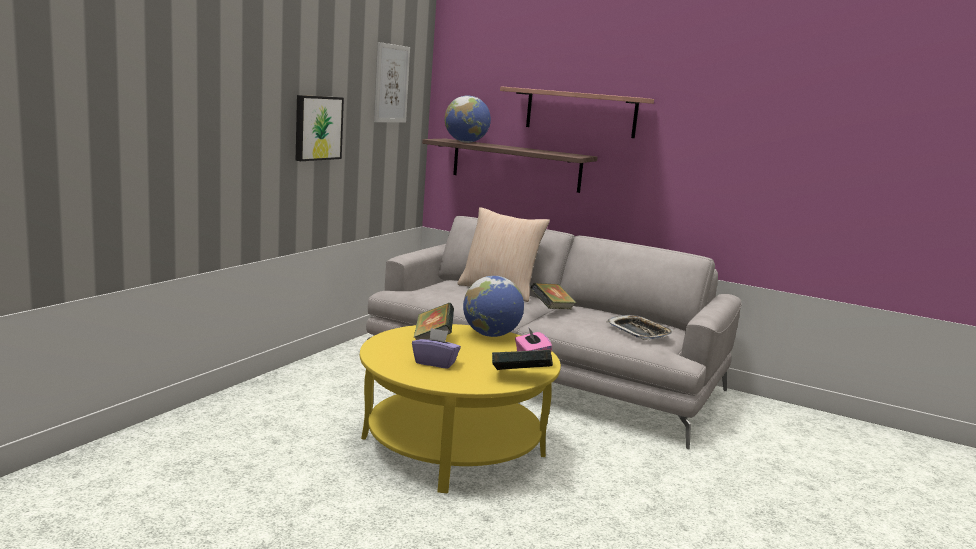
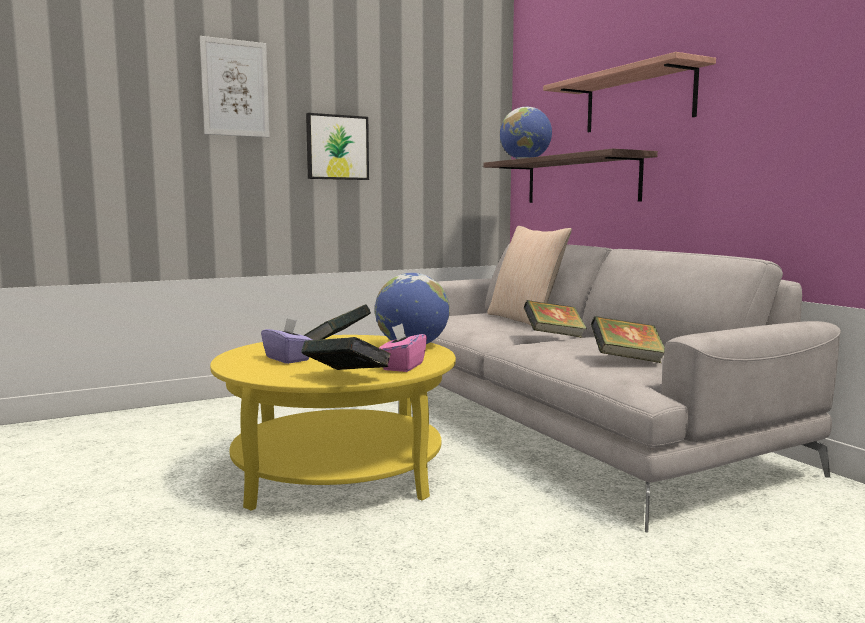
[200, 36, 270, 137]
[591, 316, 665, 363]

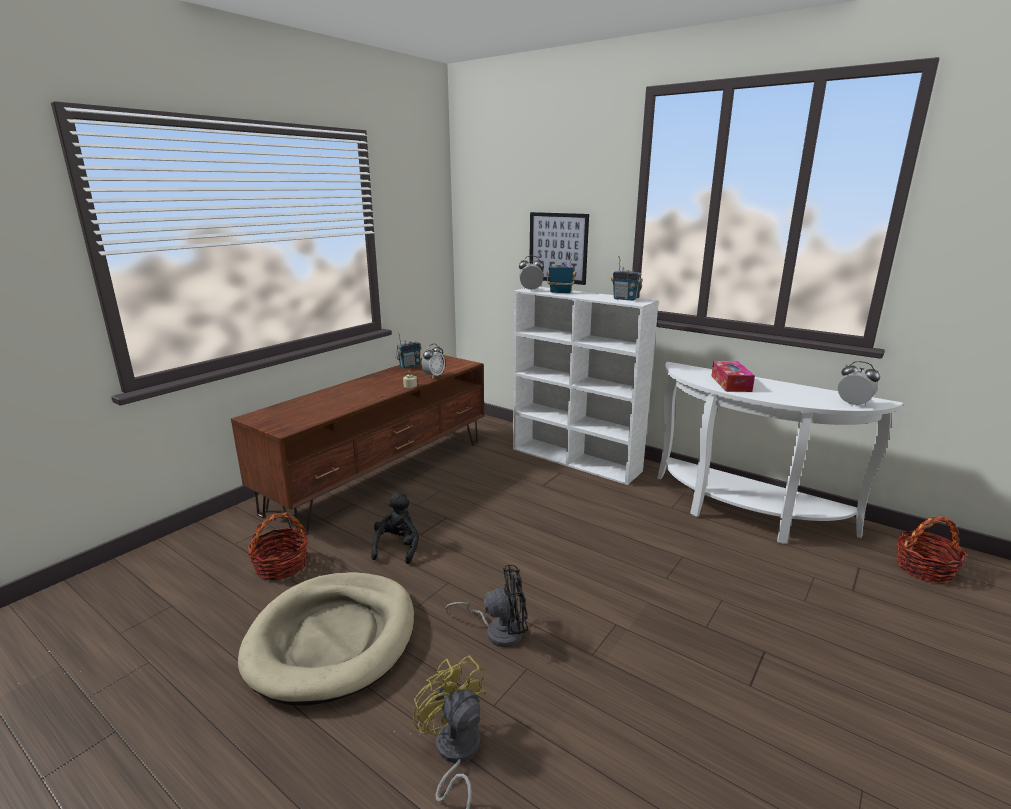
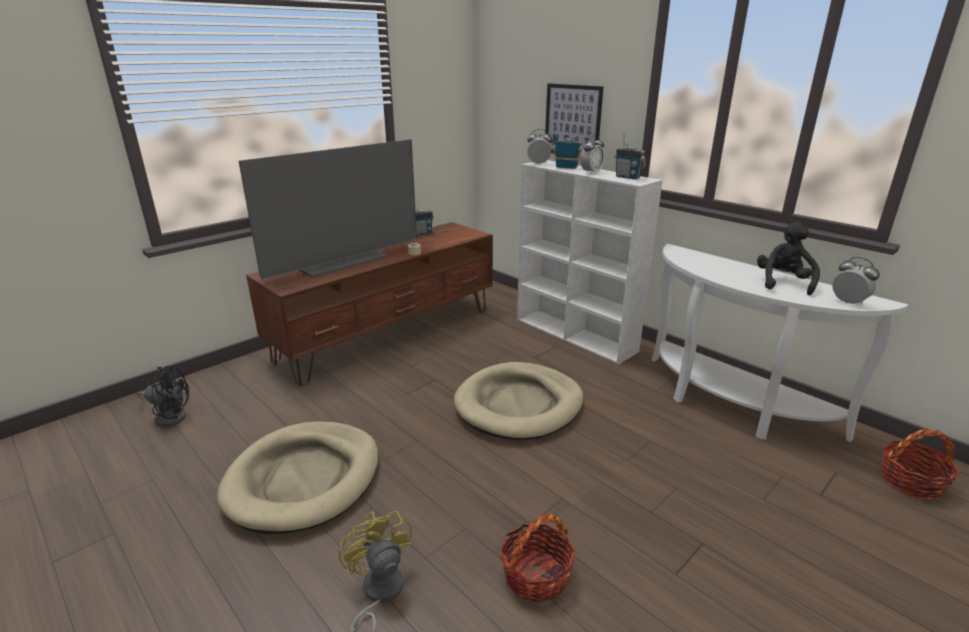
[711, 361, 755, 392] (first image)
[239, 139, 417, 280]
[454, 362, 583, 440]
[499, 513, 576, 603]
[757, 222, 820, 295]
[580, 135, 605, 174]
[137, 366, 189, 427]

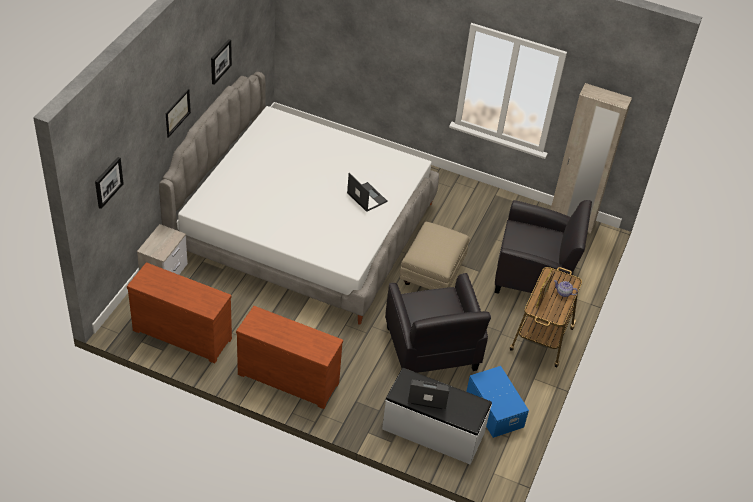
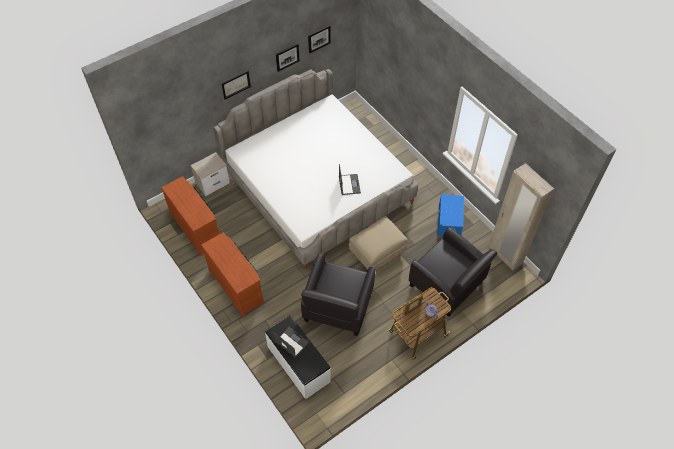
[308, 25, 331, 53]
[438, 194, 464, 236]

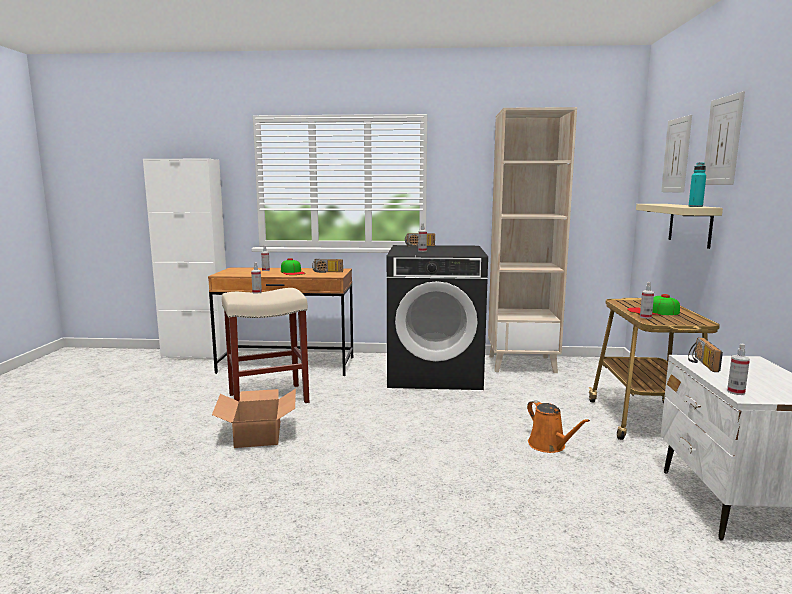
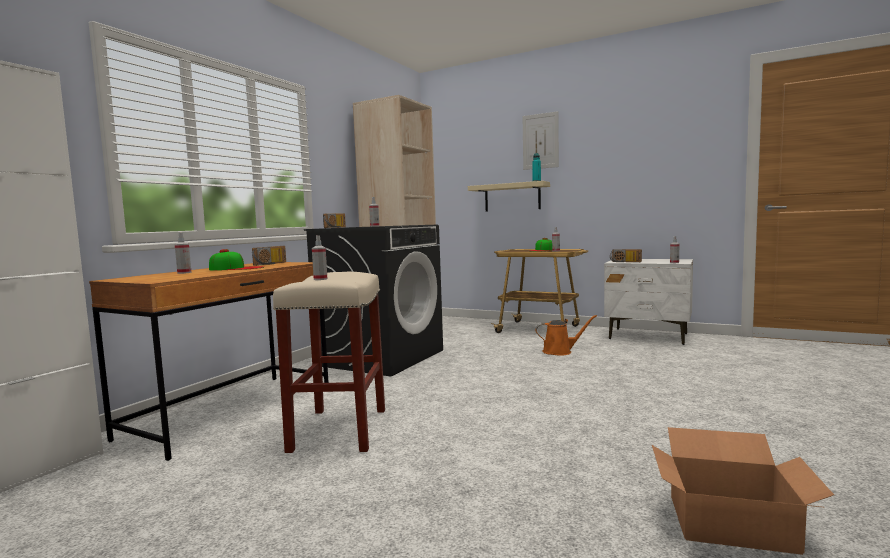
[661, 115, 692, 193] (first image)
[652, 427, 834, 555]

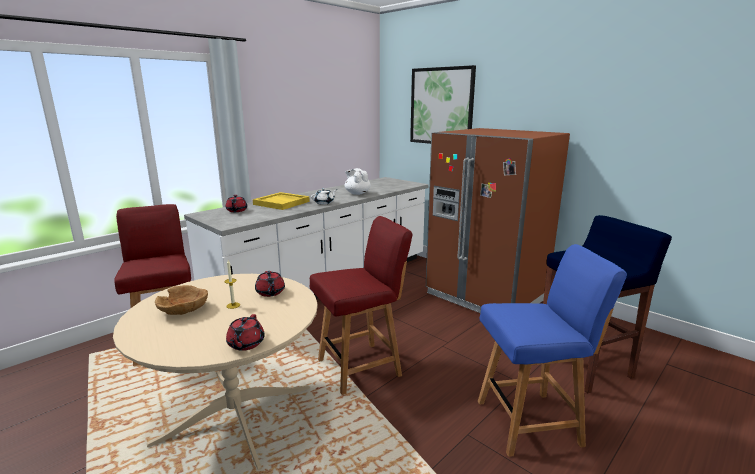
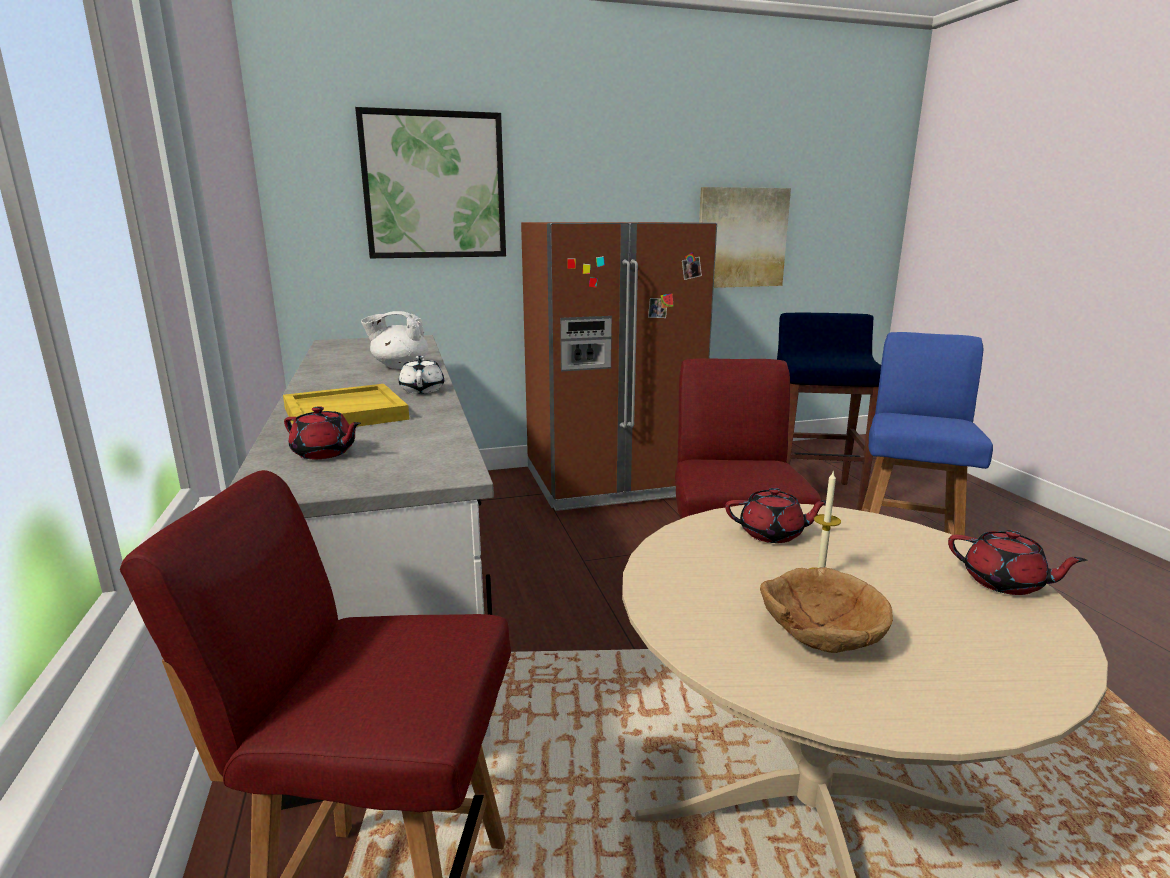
[699, 187, 791, 288]

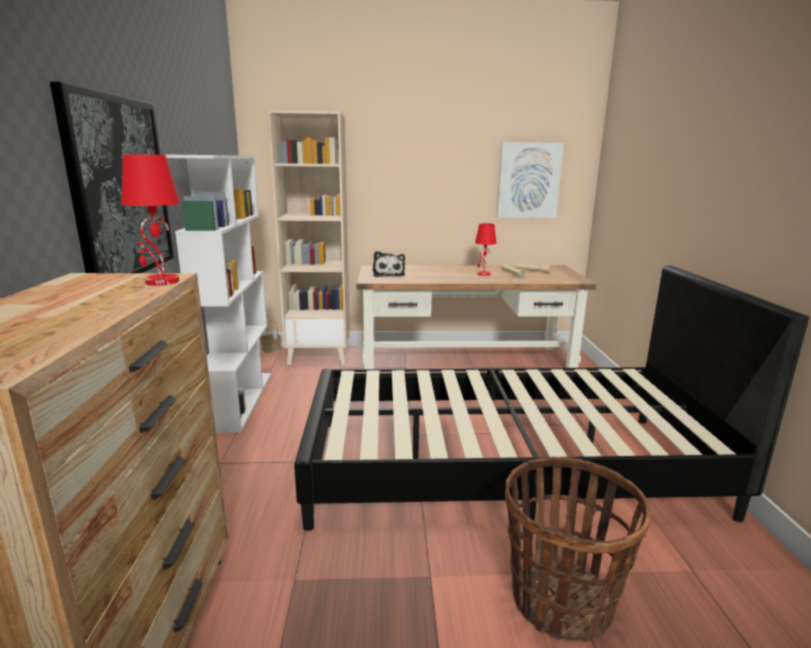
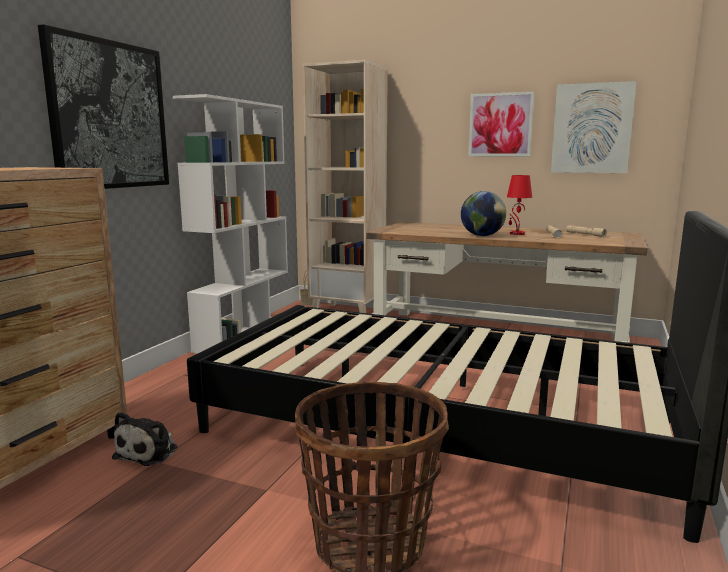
[121, 154, 180, 286] (first image)
[461, 191, 506, 236]
[468, 92, 534, 156]
[112, 412, 178, 466]

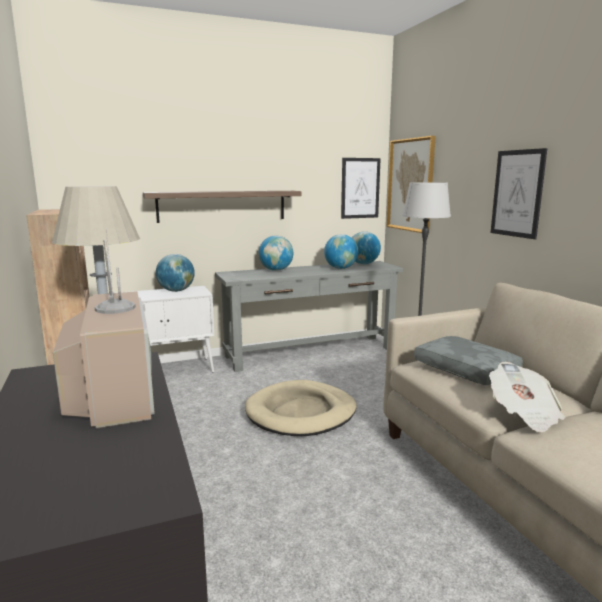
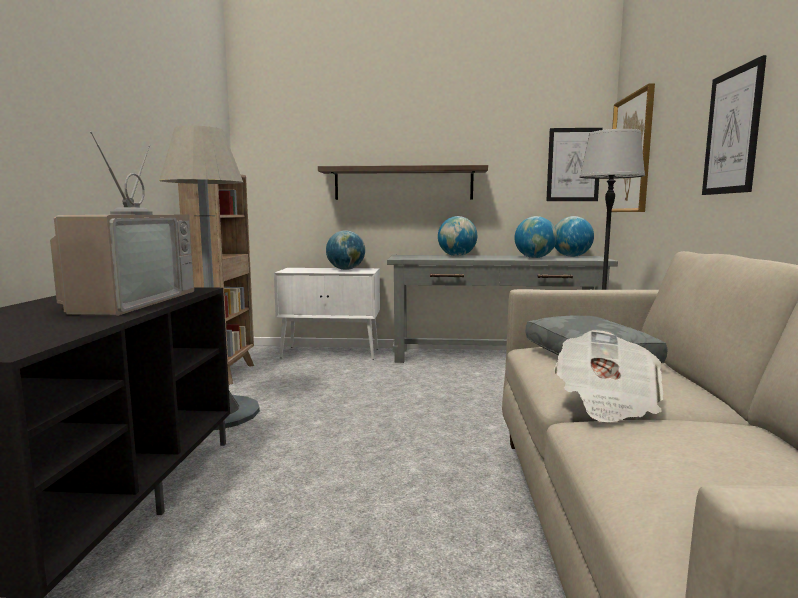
[245, 380, 357, 436] (first image)

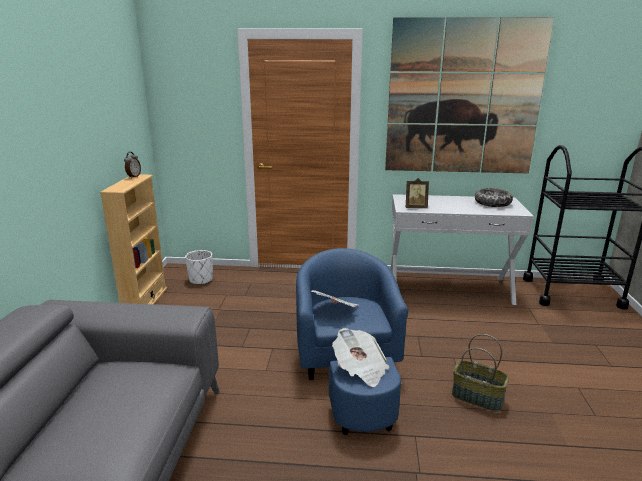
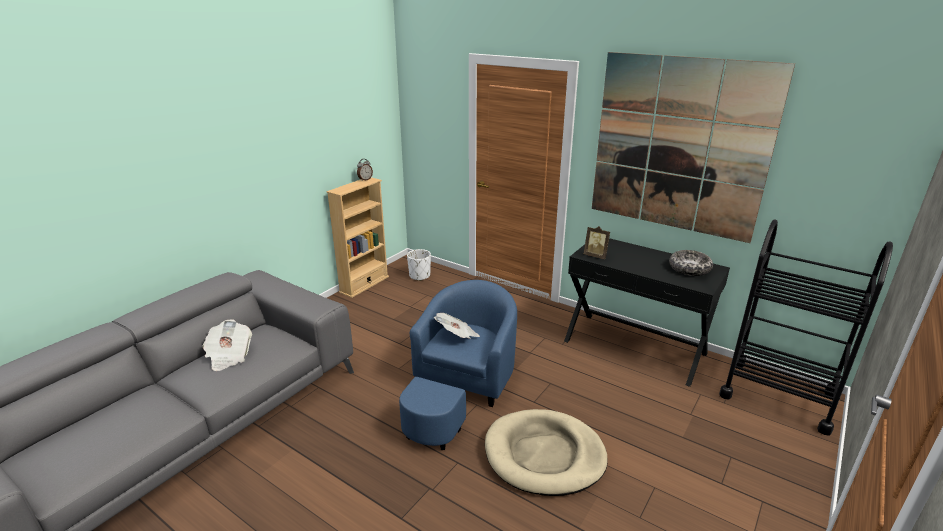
[203, 319, 252, 371]
[485, 409, 608, 496]
[564, 238, 730, 387]

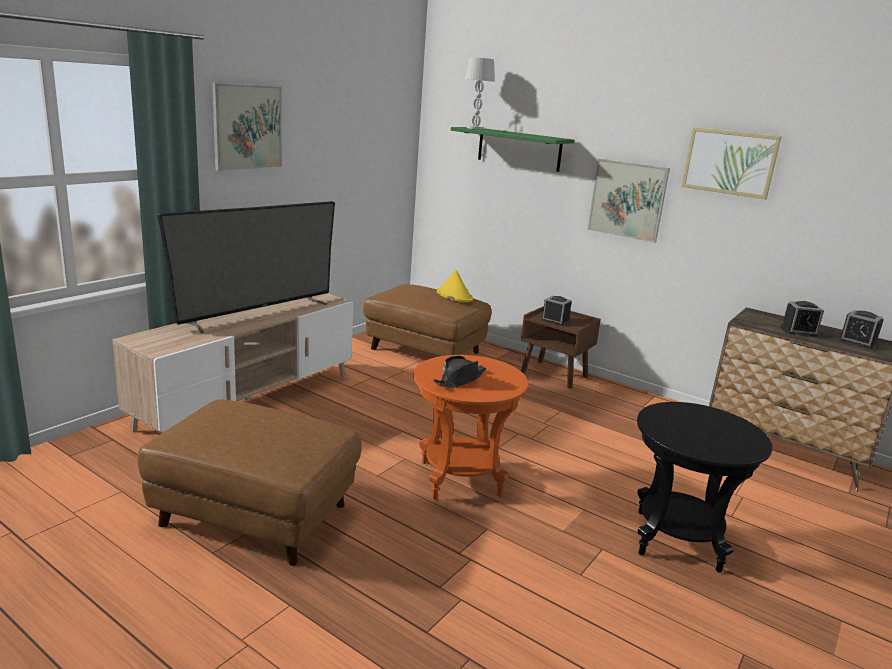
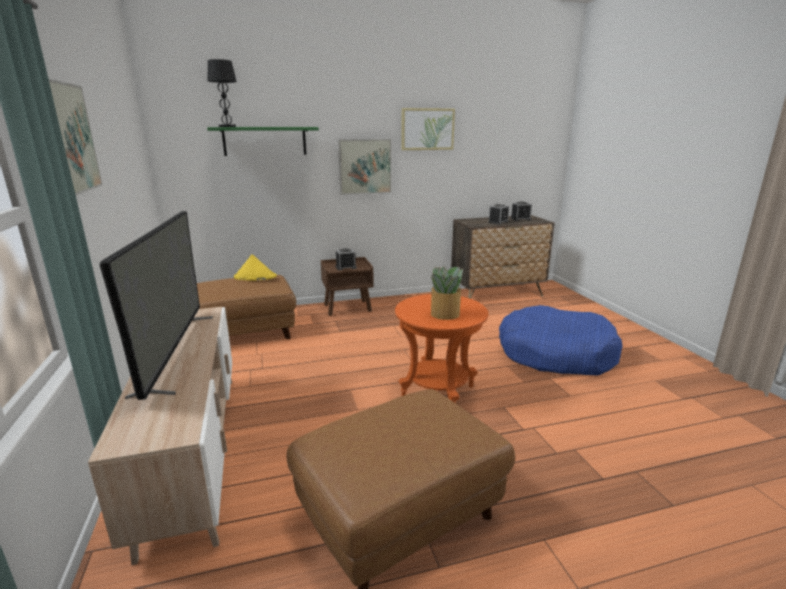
[427, 266, 463, 320]
[499, 305, 623, 376]
[207, 59, 237, 127]

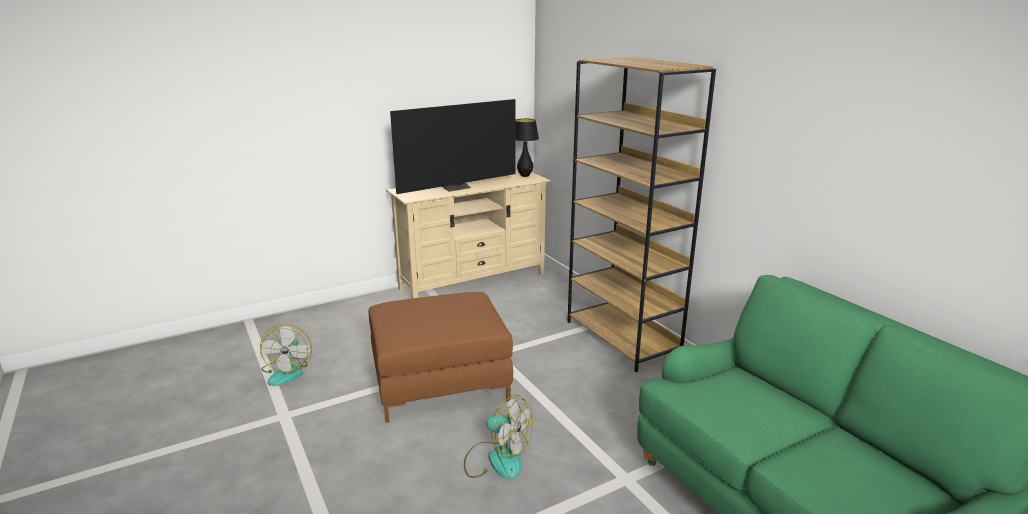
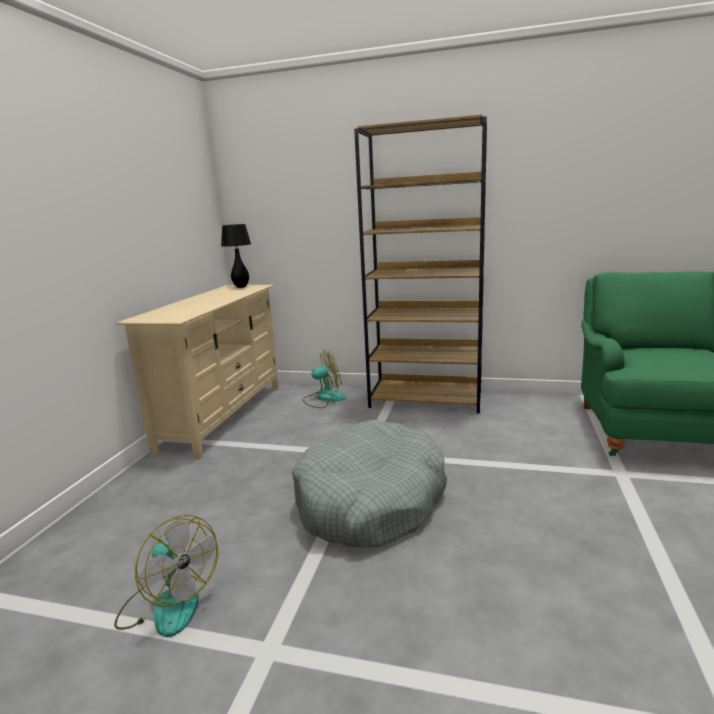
[390, 99, 515, 194] (first image)
[303, 350, 346, 408]
[292, 420, 447, 548]

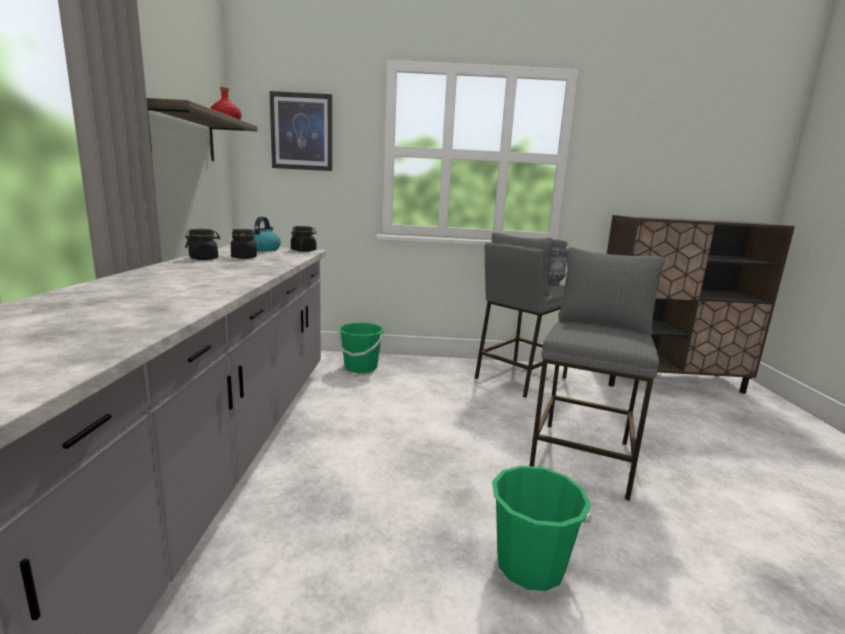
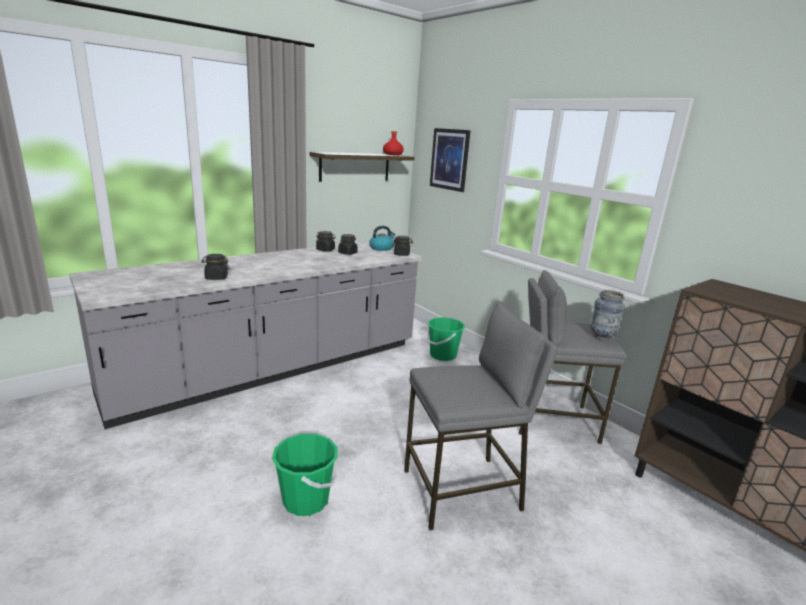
[201, 254, 230, 280]

